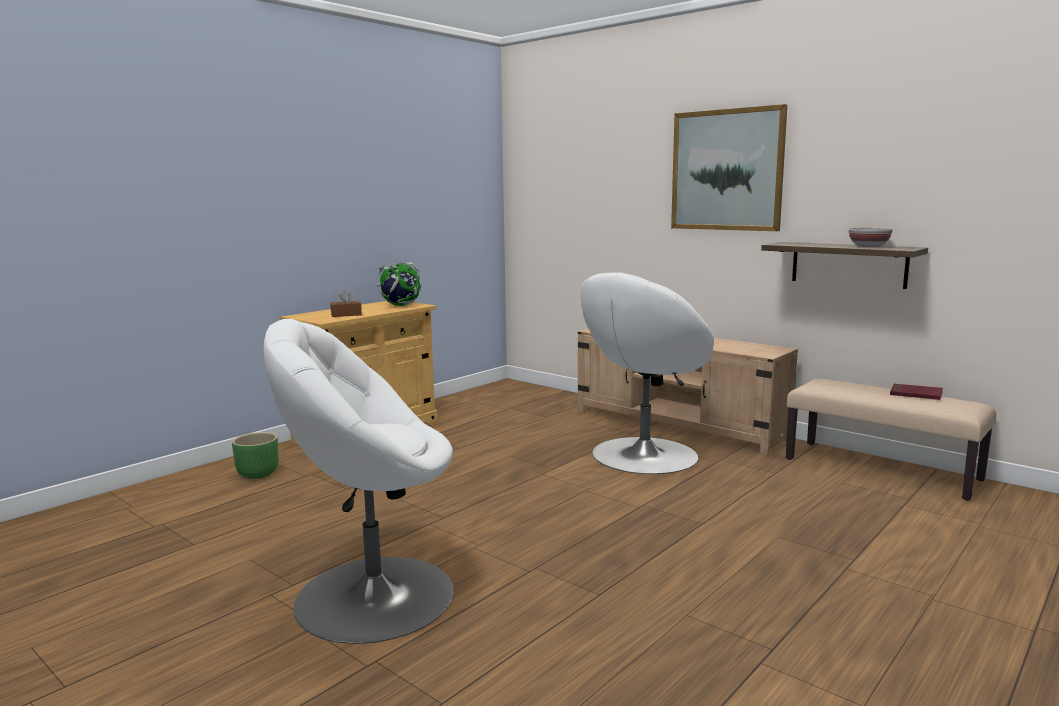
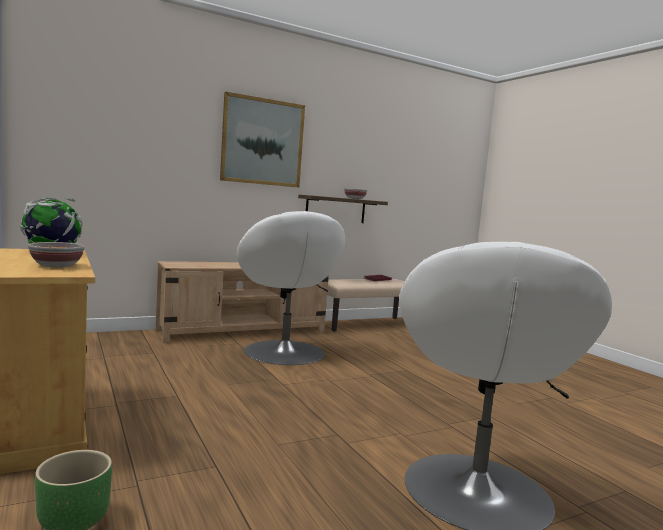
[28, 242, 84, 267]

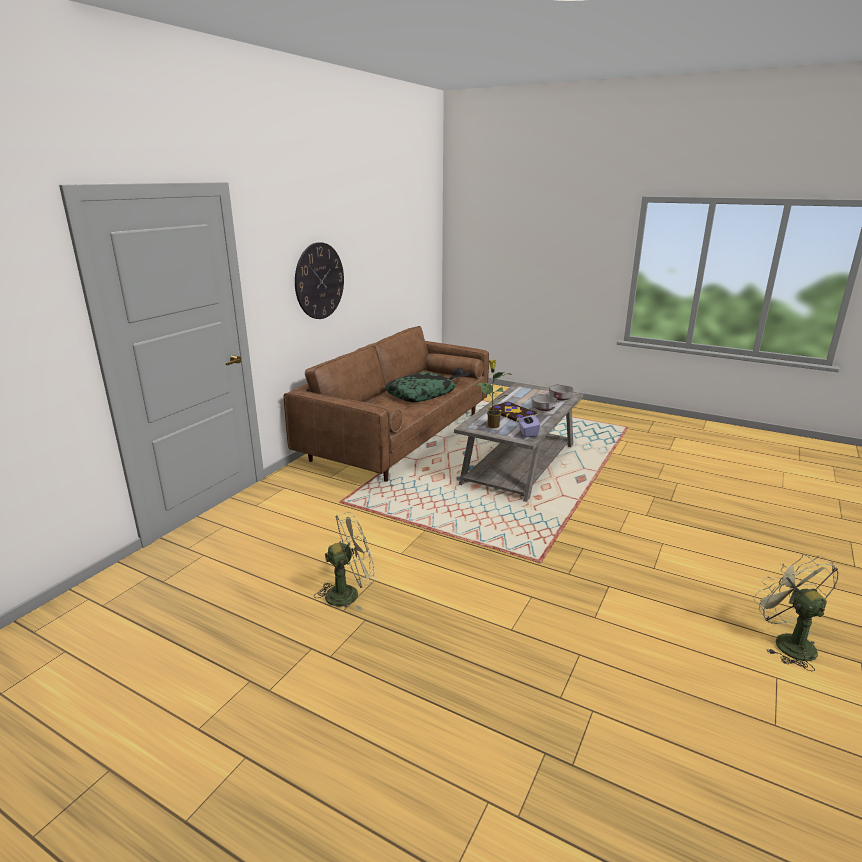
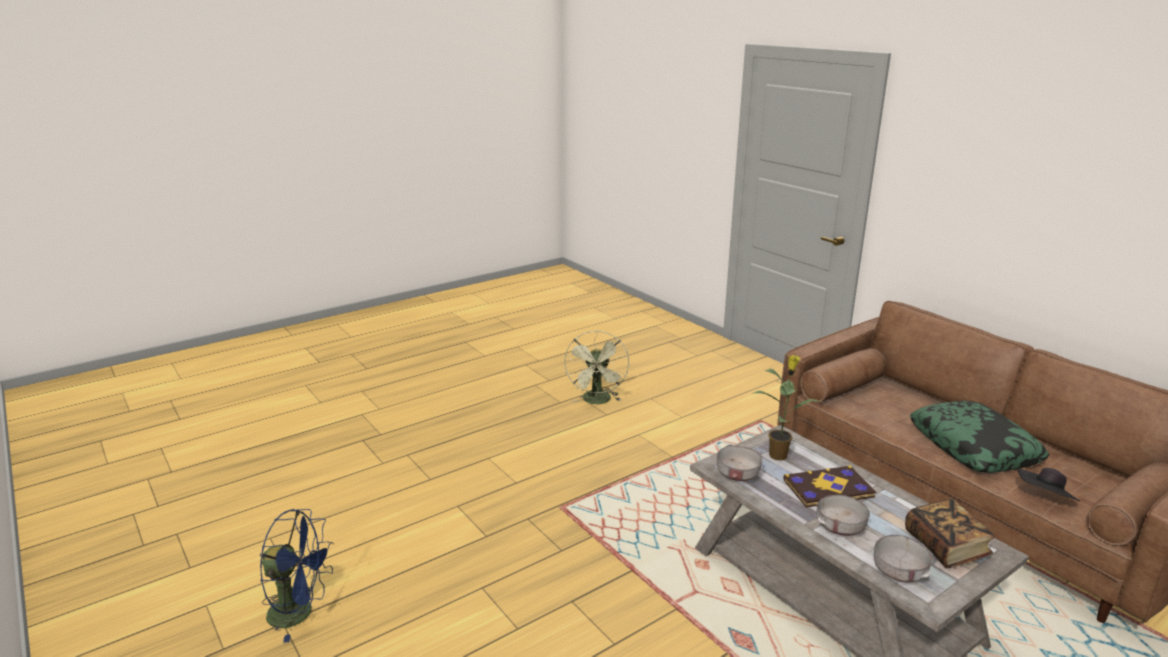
[295, 242, 344, 319] (first image)
[905, 499, 995, 568]
[717, 445, 762, 481]
[260, 509, 334, 643]

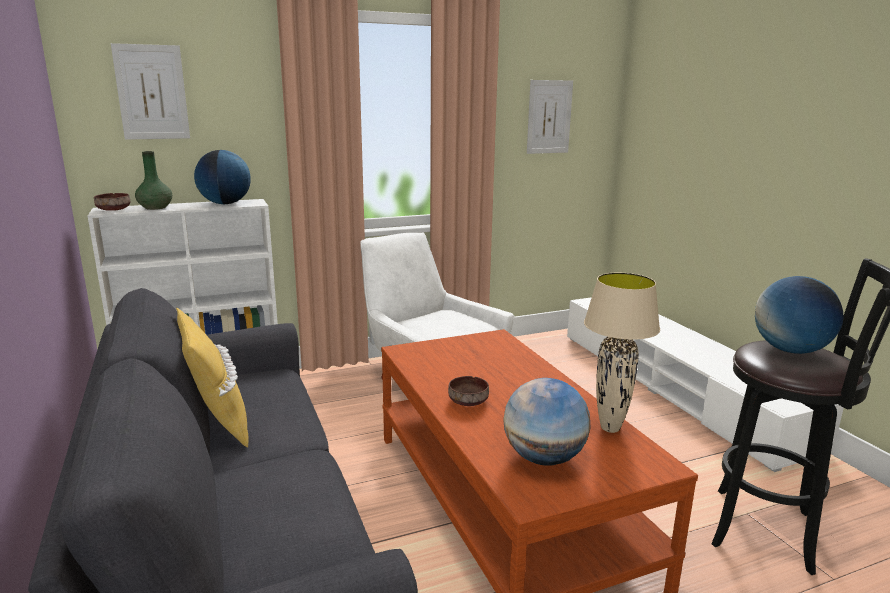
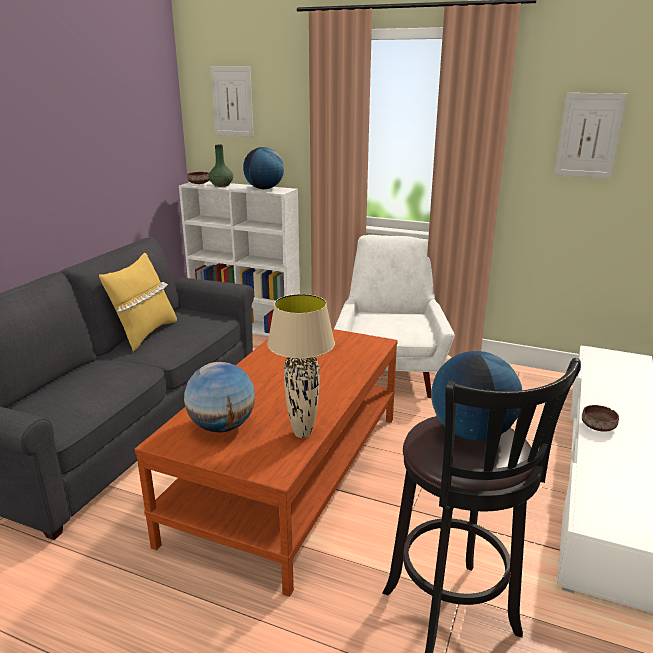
[582, 405, 619, 432]

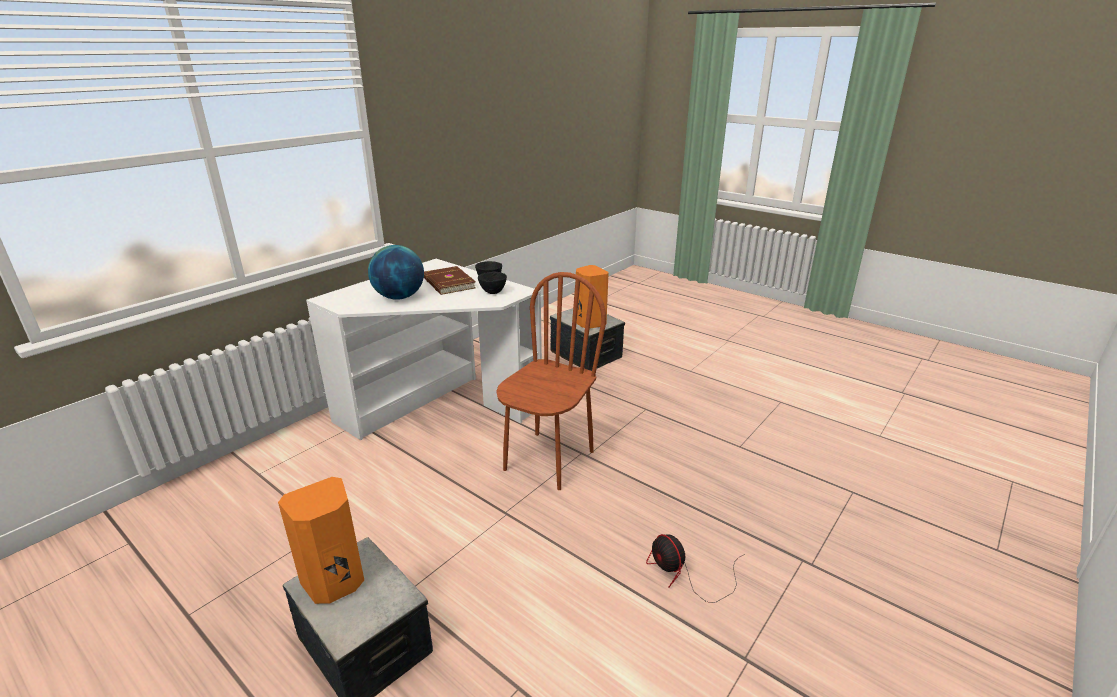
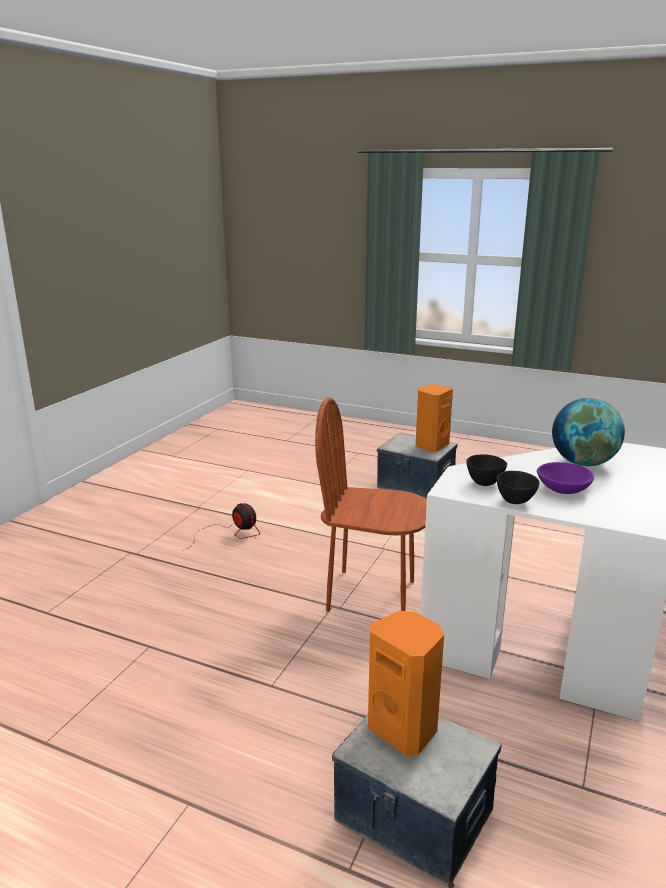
[537, 462, 594, 494]
[315, 397, 427, 612]

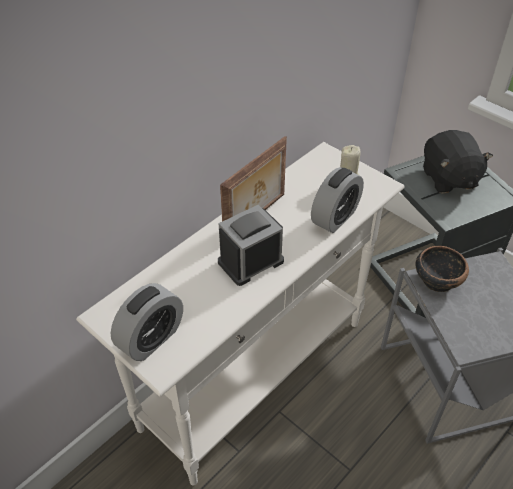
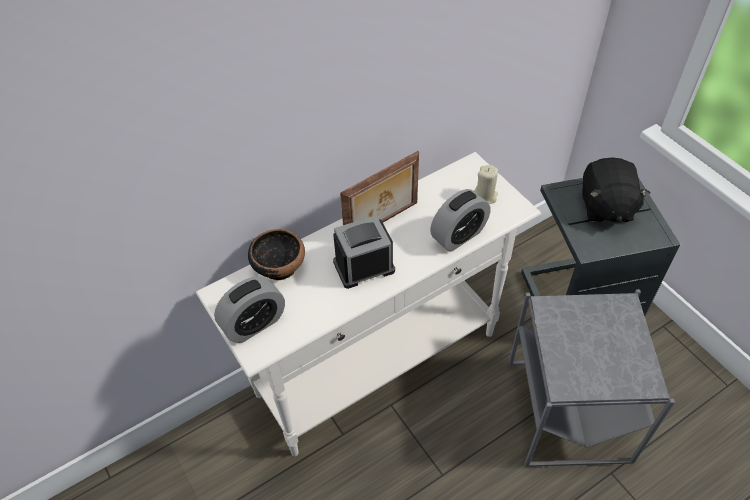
[248, 229, 305, 280]

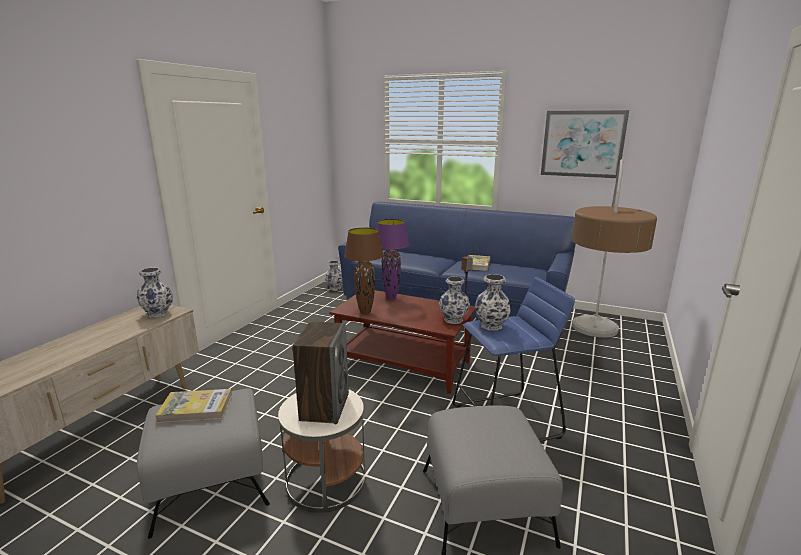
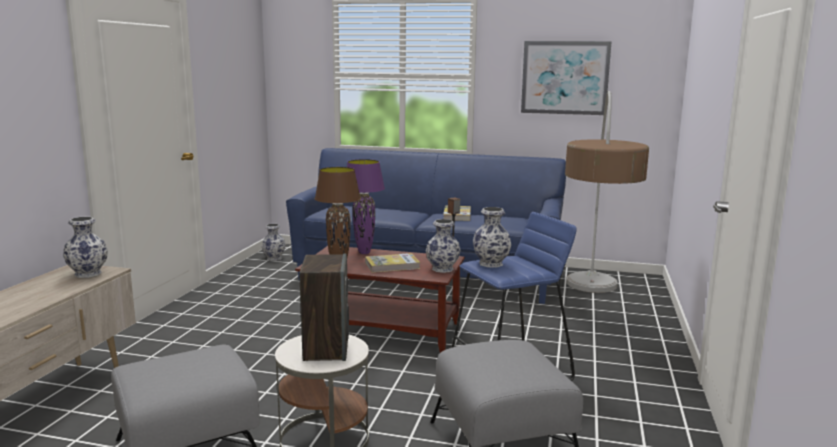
[365, 253, 420, 273]

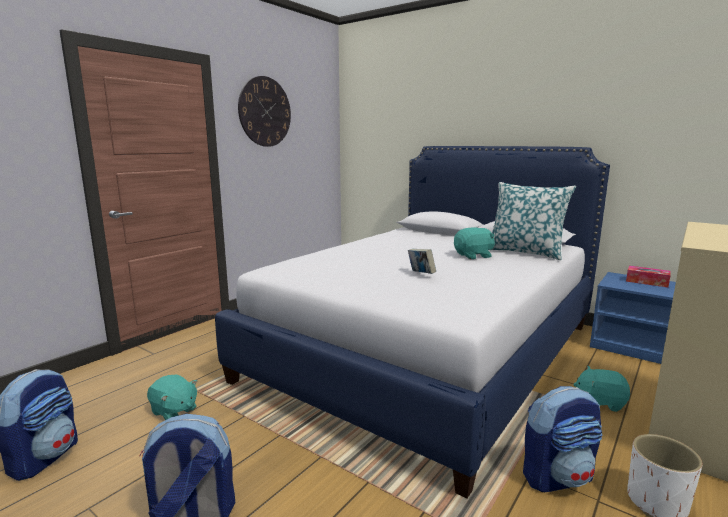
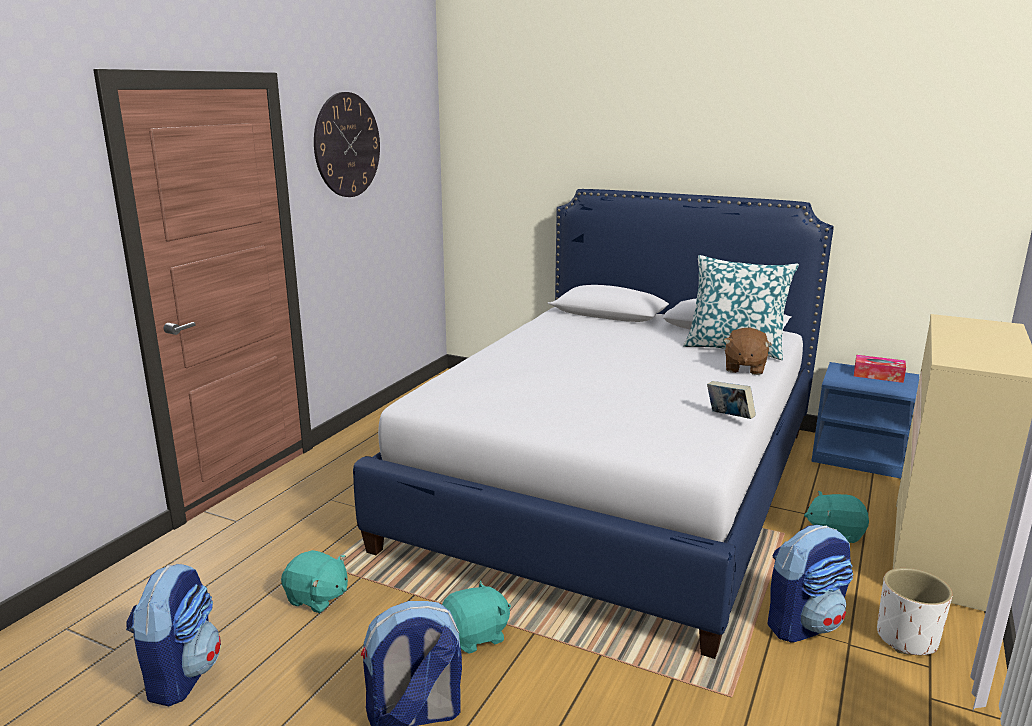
[724, 327, 772, 375]
[707, 381, 756, 419]
[442, 580, 511, 654]

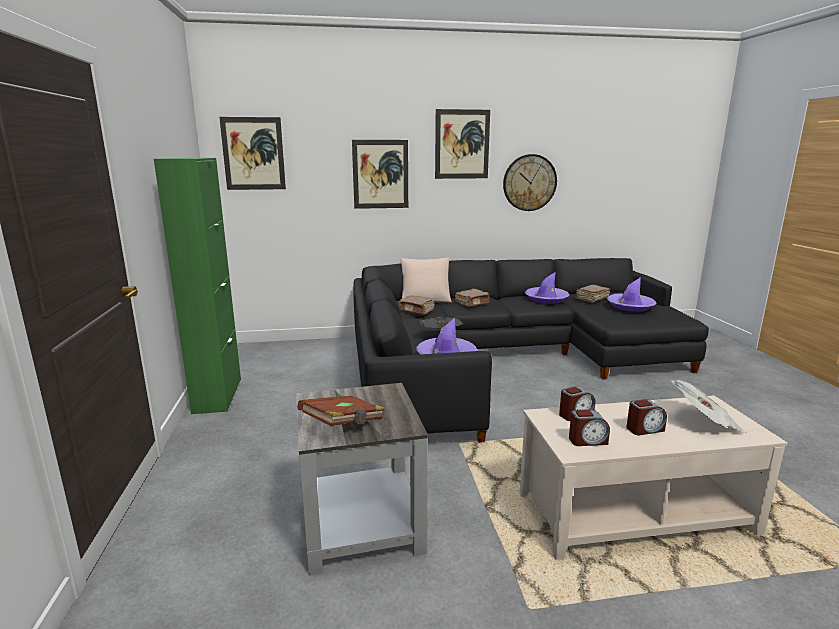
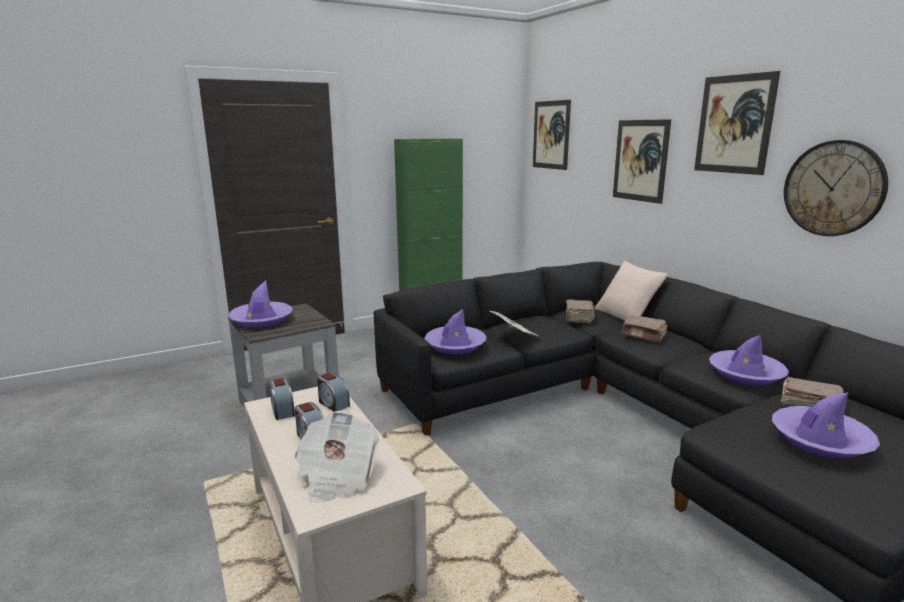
[228, 280, 293, 328]

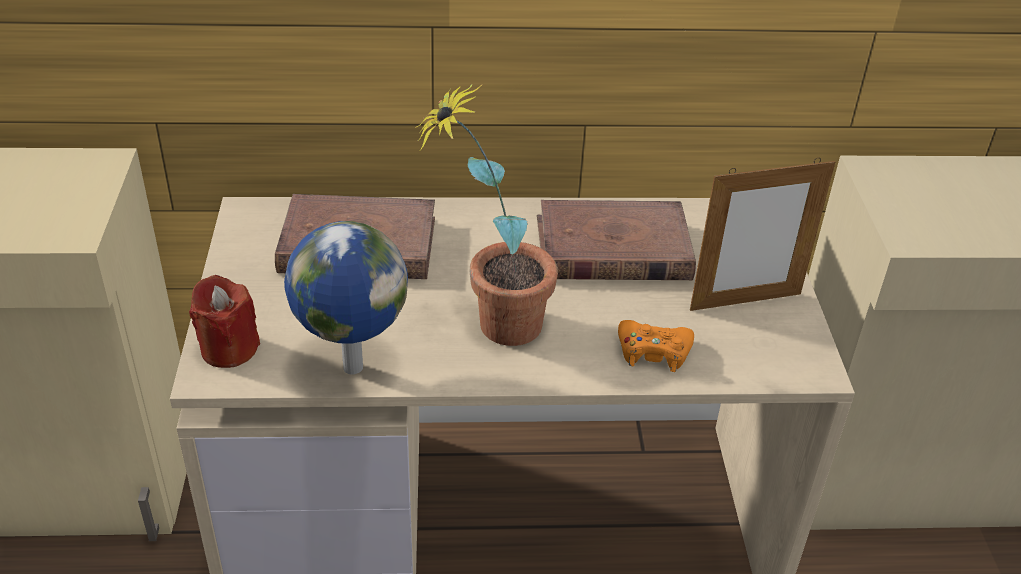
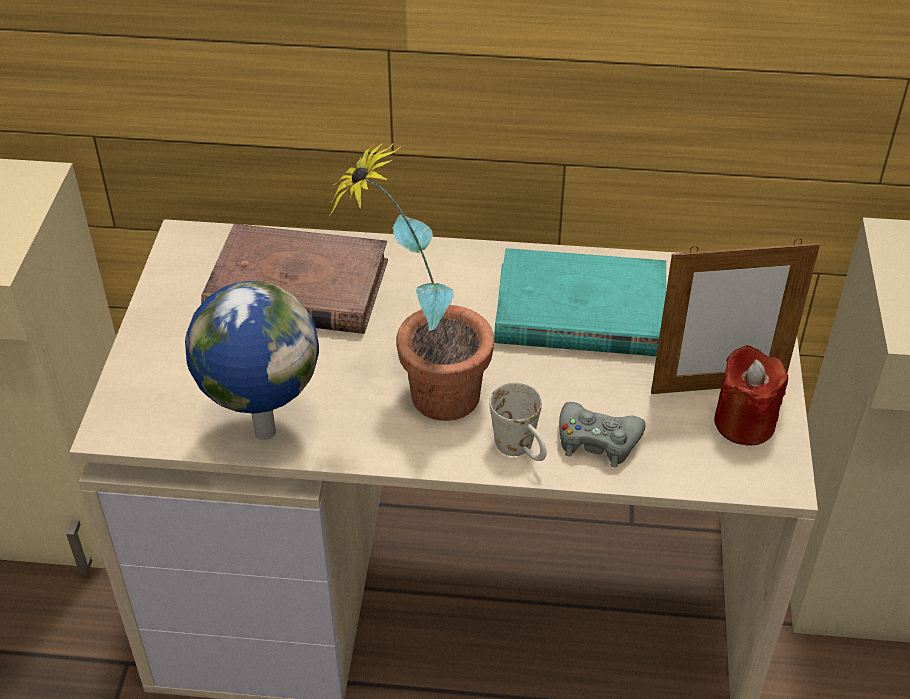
[489, 382, 546, 461]
[714, 345, 788, 445]
[494, 248, 666, 356]
[559, 402, 646, 467]

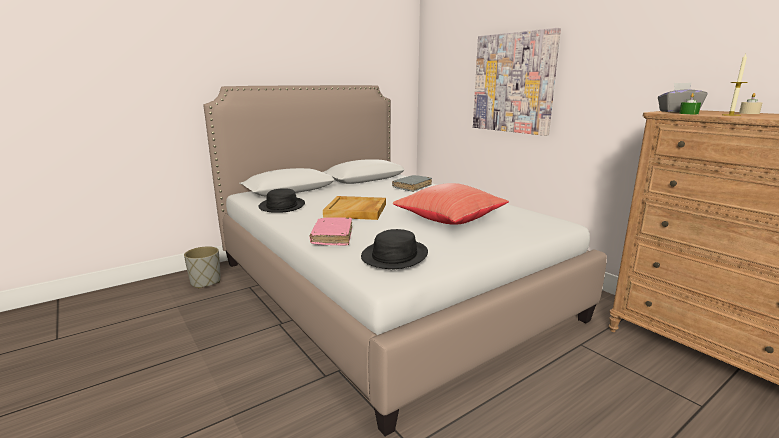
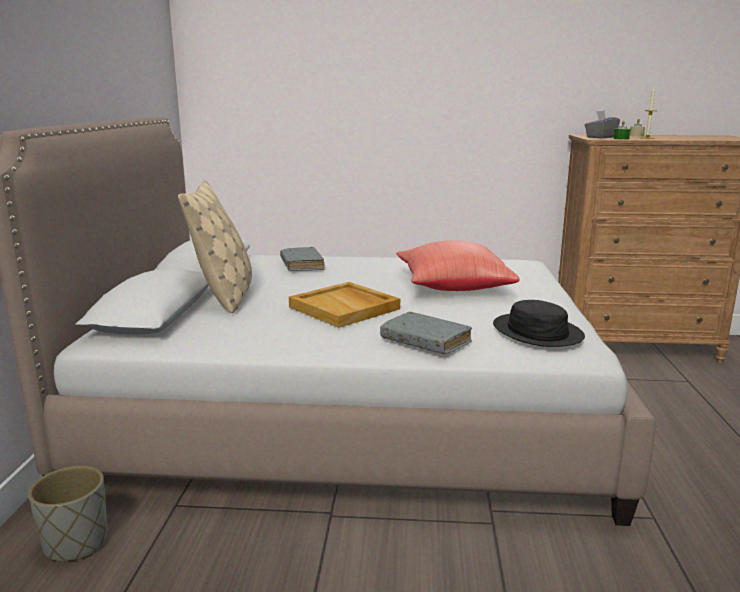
[258, 188, 305, 213] (first image)
[473, 28, 561, 136] (first image)
[178, 180, 252, 313]
[380, 312, 472, 354]

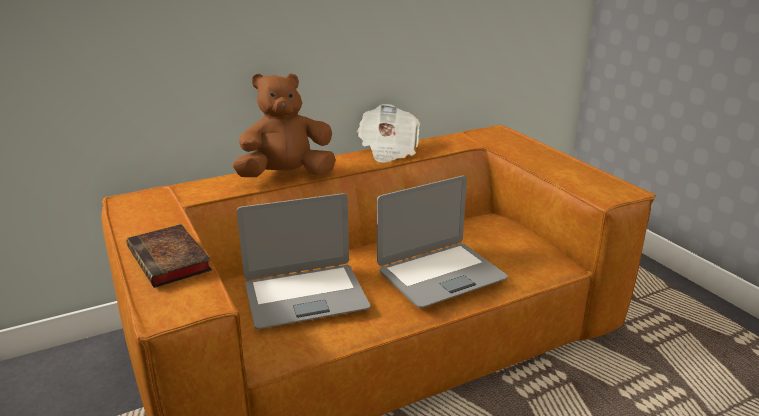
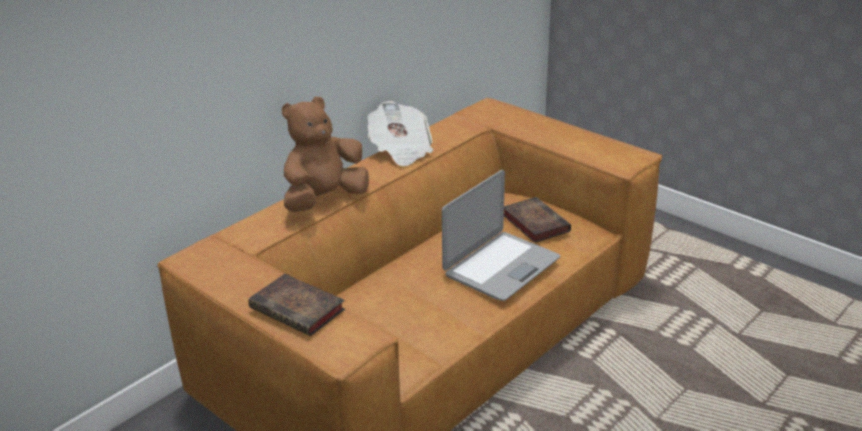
[237, 193, 370, 329] (first image)
[504, 197, 571, 243]

